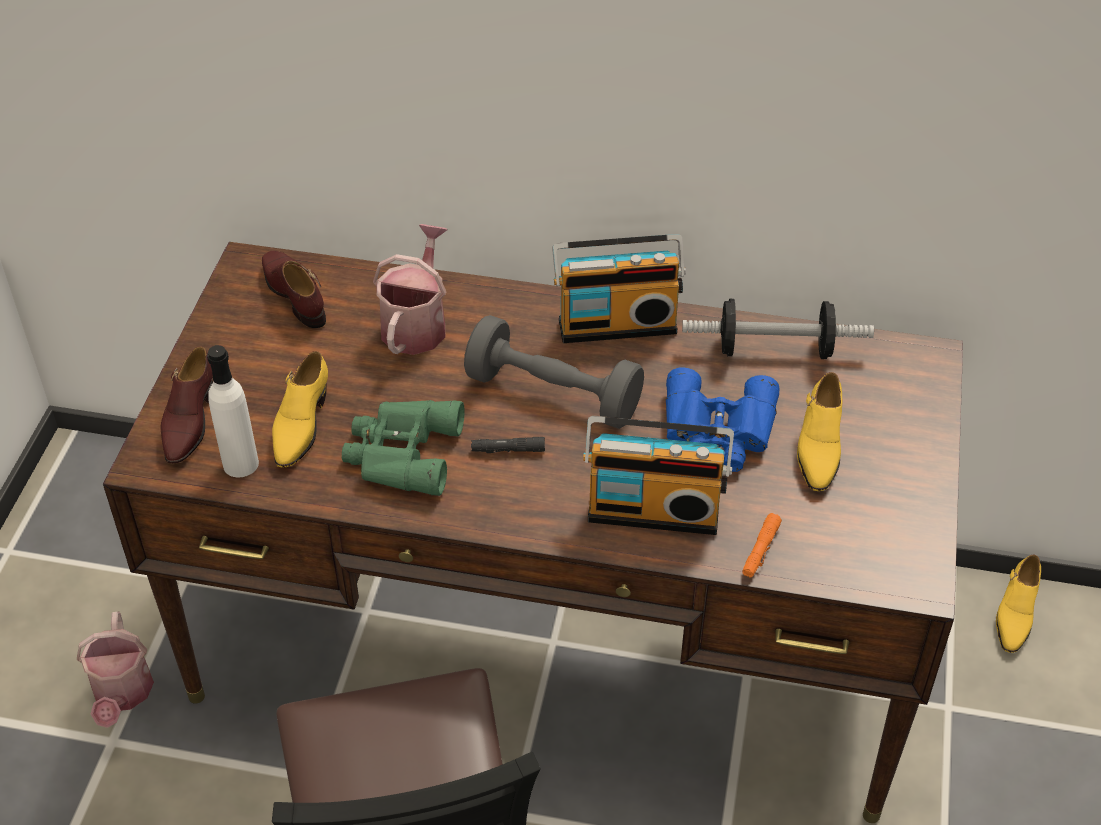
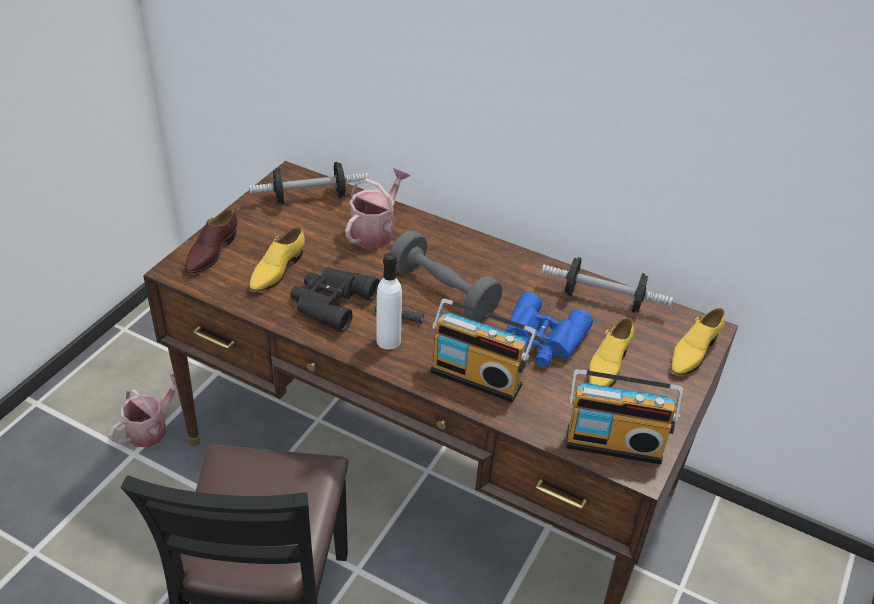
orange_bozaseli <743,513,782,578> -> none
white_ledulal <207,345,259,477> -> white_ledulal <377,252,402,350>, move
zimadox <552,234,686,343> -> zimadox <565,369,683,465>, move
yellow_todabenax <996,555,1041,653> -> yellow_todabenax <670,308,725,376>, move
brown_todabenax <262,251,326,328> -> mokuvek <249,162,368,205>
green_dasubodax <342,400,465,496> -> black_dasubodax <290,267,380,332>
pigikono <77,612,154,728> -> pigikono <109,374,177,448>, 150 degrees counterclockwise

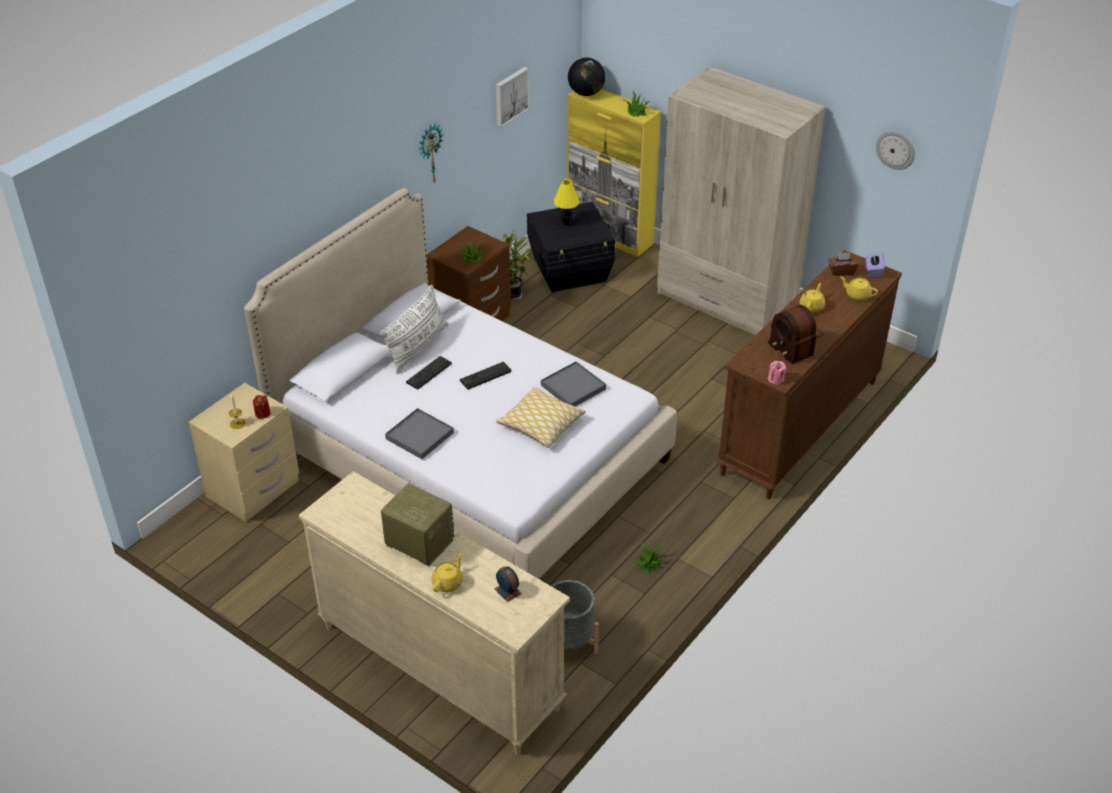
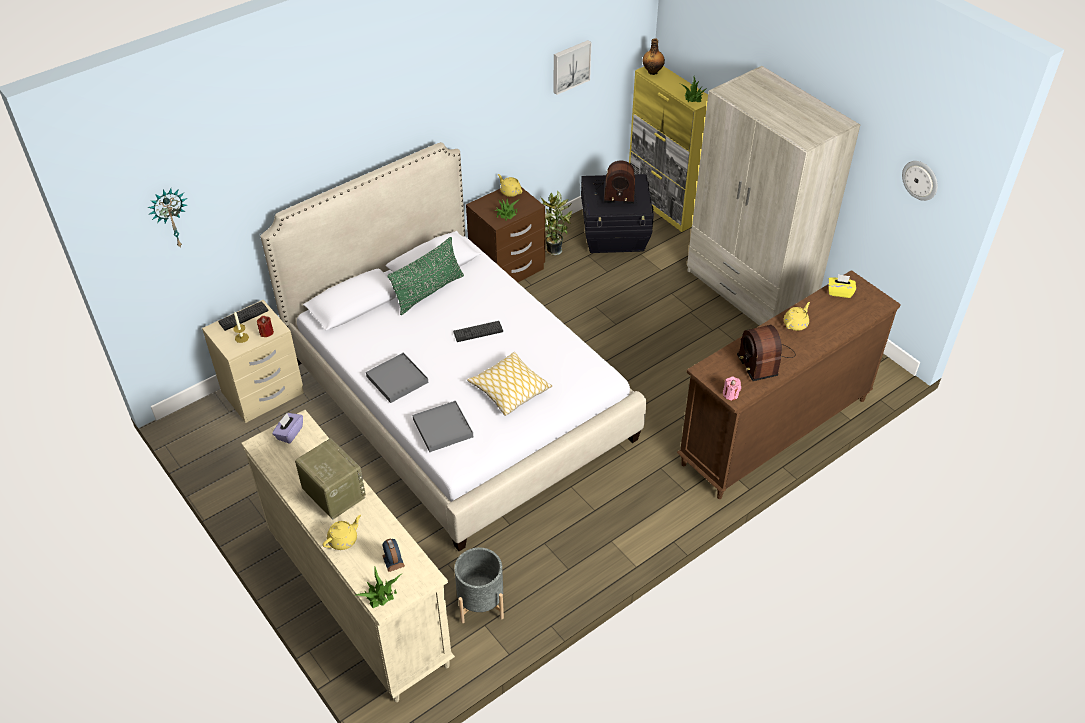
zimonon <406,356,452,389> -> zimonon <218,301,269,331>, move
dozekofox <419,123,444,183> -> dozekofox <148,189,187,248>, move
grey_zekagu <541,361,606,407> -> grey_zekagu <413,401,473,452>, move
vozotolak <634,540,666,574> -> vozotolak <354,567,403,608>, move
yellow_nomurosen <840,277,878,301> -> yellow_nomurosen <498,174,522,197>, move
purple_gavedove <866,253,885,278> -> purple_gavedove <272,413,303,444>, move
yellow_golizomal <554,179,580,226> -> zimadox <594,161,635,204>
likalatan <568,58,605,96> -> ledulal <643,38,665,75>
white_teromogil <380,285,449,374> -> green_teromogil <387,237,464,315>
brown_gavedove <829,253,859,276> -> yellow_gavedove <828,274,856,298>

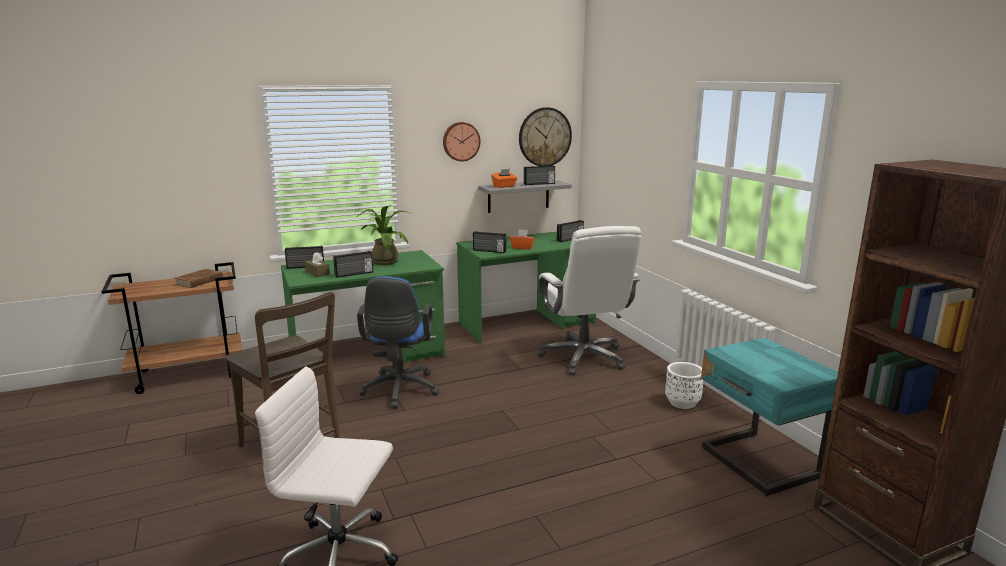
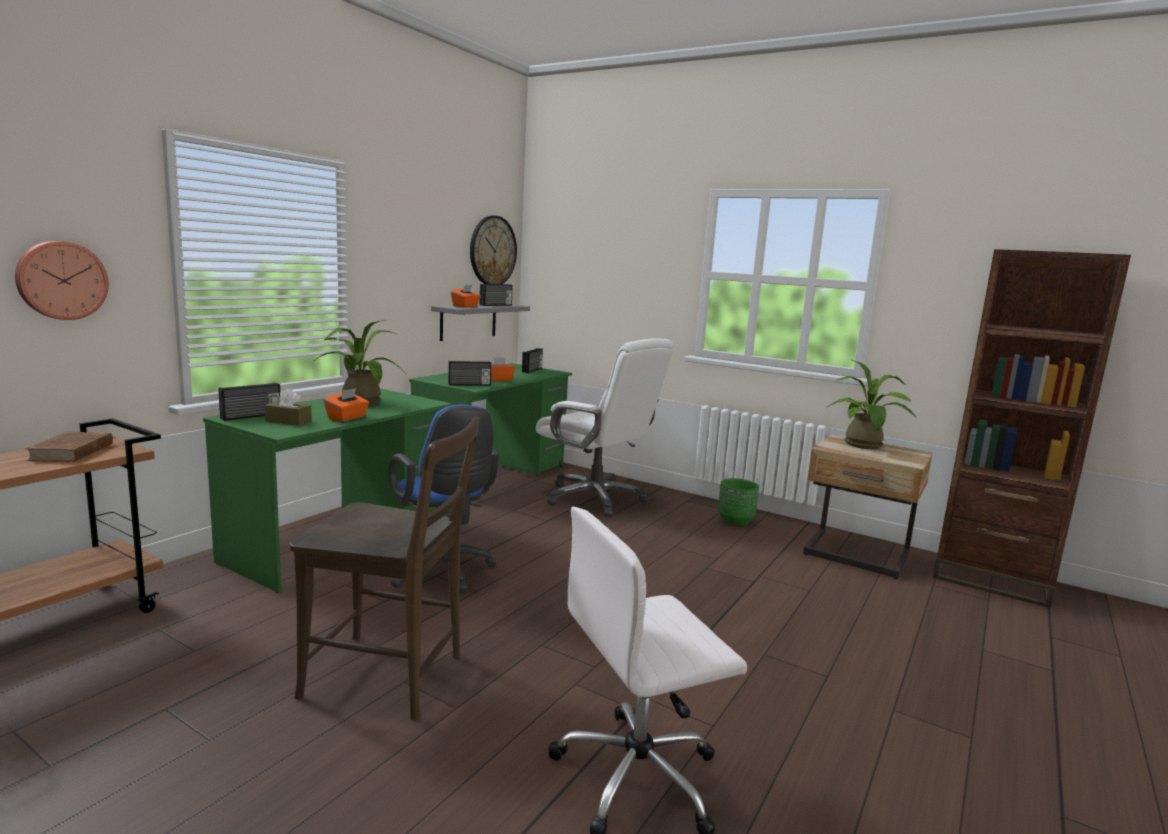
none -> vozotolak <826,360,917,449>
dozekofox <443,122,481,162> -> dozekofox <15,241,109,320>, move
zimadox <333,251,373,278> -> orange_gavedove <324,388,369,422>
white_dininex <665,362,704,409> -> green_dininex <718,478,759,526>
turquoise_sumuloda <701,338,838,497> -> beige_sumuloda <803,435,933,579>

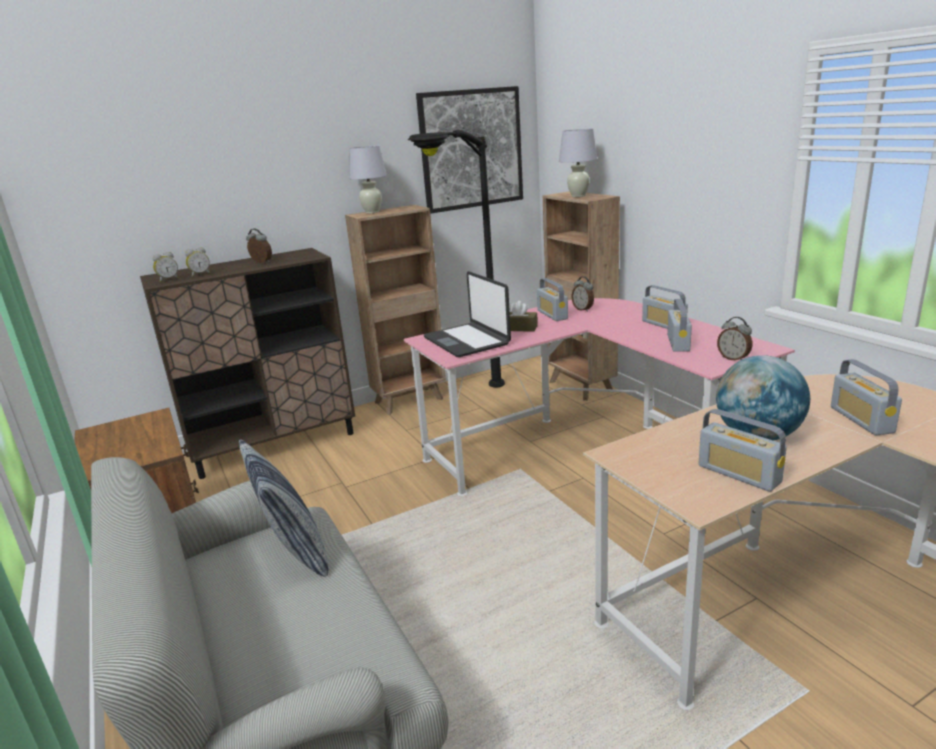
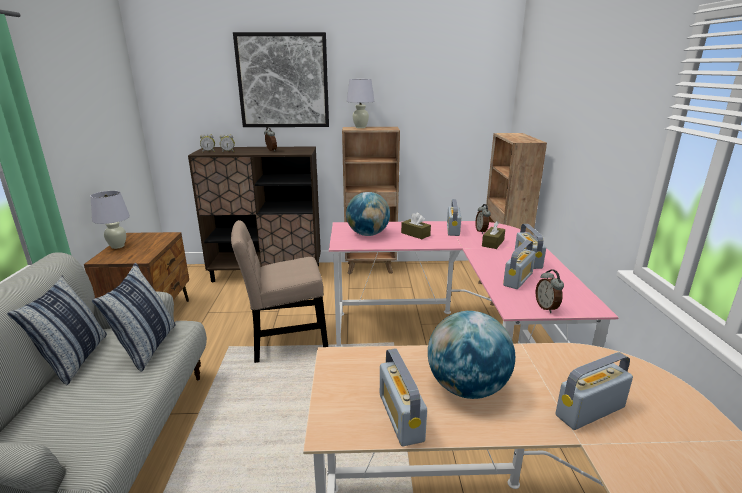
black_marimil <408,130,505,388> -> none
none -> teromogil <7,276,107,385>
none -> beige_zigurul <231,220,328,363>
none -> brown_gavedove <482,221,505,249>
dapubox <416,86,523,214> -> dapubox <233,32,329,127>, move
white_golizomal <559,129,597,197> -> white_golizomal <90,191,130,249>, move
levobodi <424,271,511,357> -> likalatan <346,192,390,236>
zimadox <831,359,902,436> -> zimadox <555,352,633,430>, 45 degrees clockwise

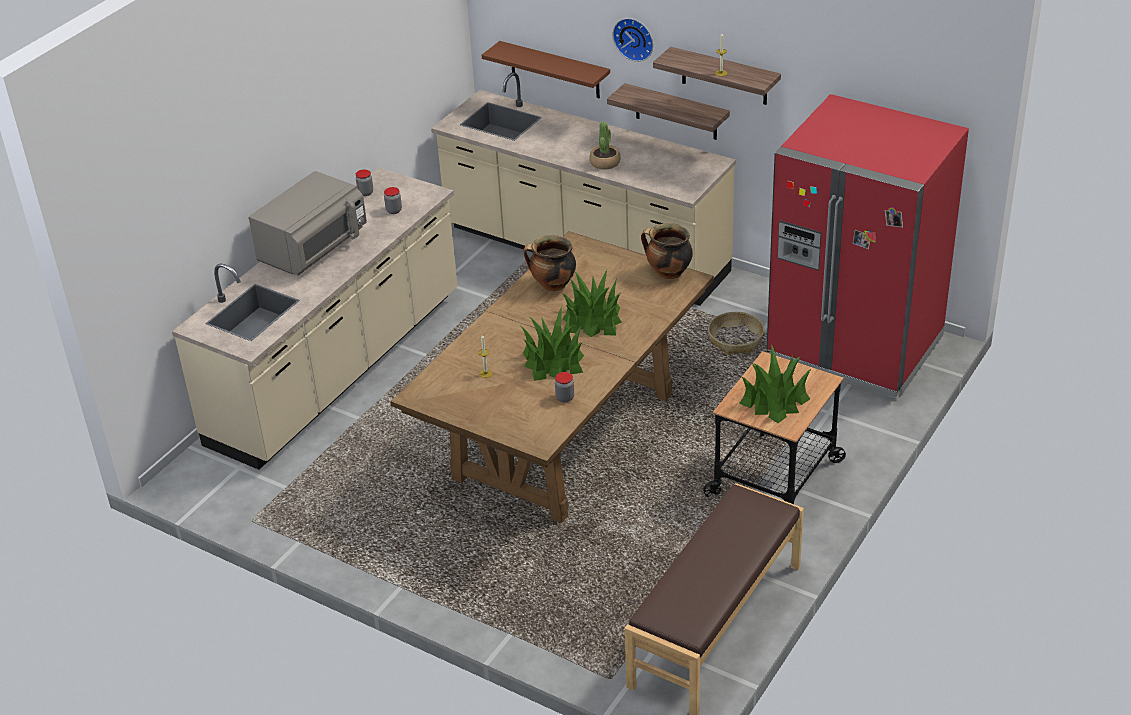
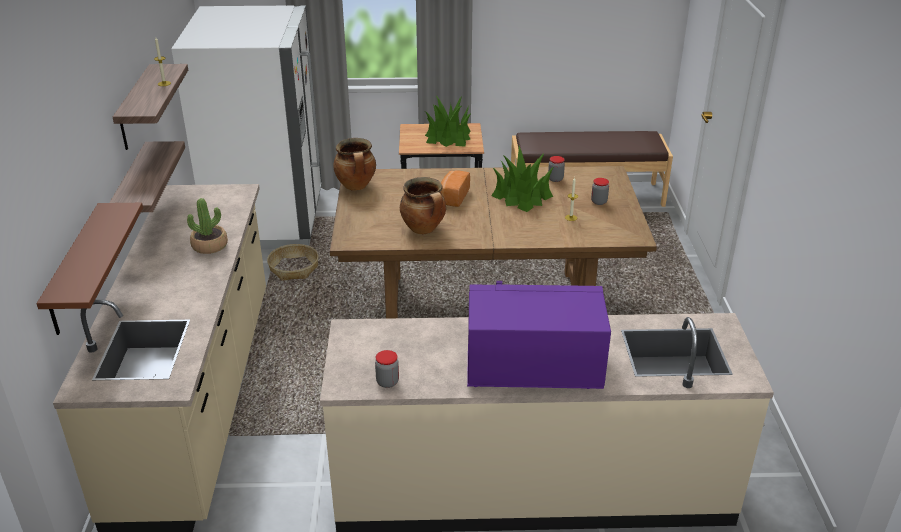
dozekofox <613,18,653,62> -> none
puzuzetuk <384,187,402,214> -> puzuzetuk <591,178,609,205>, move
vozotolak <562,270,622,338> -> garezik <441,171,470,207>
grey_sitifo <249,171,367,275> -> purple_sitifo <467,281,611,389>
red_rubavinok <767,94,969,399> -> white_rubavinok <171,5,322,249>

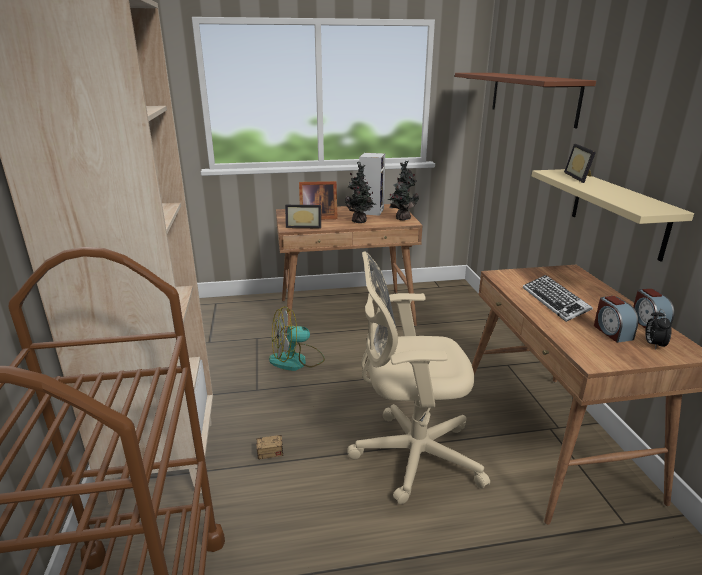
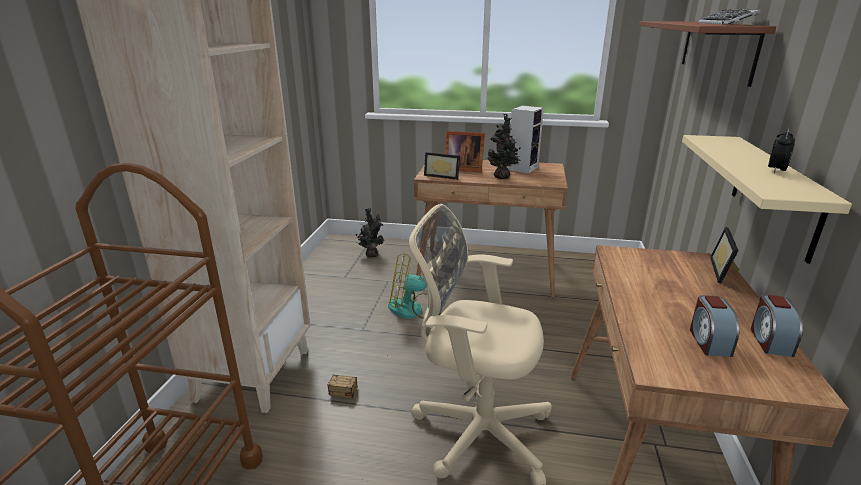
vozotolak <388,161,419,221> -> vozotolak <356,208,385,257>, move
zimonon <523,275,593,322> -> zimonon <698,9,761,25>, move
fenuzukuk <564,144,596,183> -> fenuzukuk <710,227,739,284>, move
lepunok <645,309,672,350> -> lepunok <768,127,795,173>, move

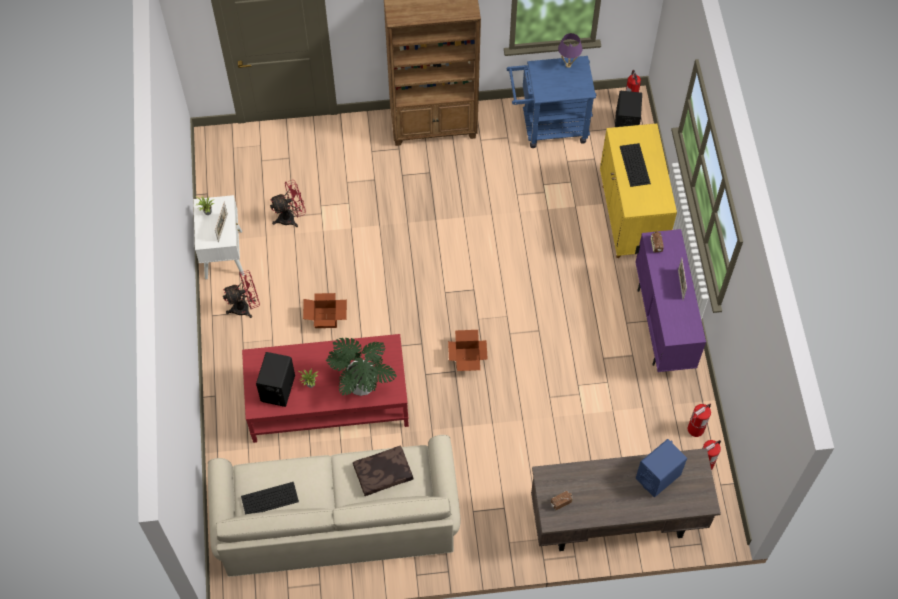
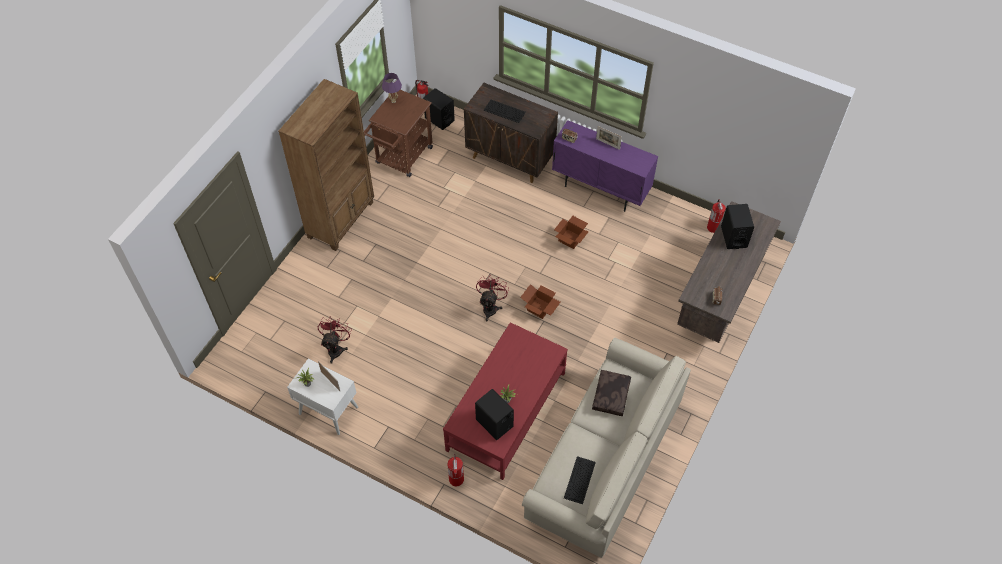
vozotolak <326,338,397,396> -> none
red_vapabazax <223,270,260,318> -> red_vapabazax <476,275,509,321>, move
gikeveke <303,293,347,328> -> gikeveke <554,216,589,249>, move
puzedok <688,404,711,437> -> puzedok <447,454,464,487>, move
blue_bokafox <506,56,597,148> -> brown_bokafox <364,90,433,177>
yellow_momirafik <600,123,677,258> -> brown_momirafik <464,83,558,183>
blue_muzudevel <636,439,687,497> -> black_muzudevel <721,204,754,249>

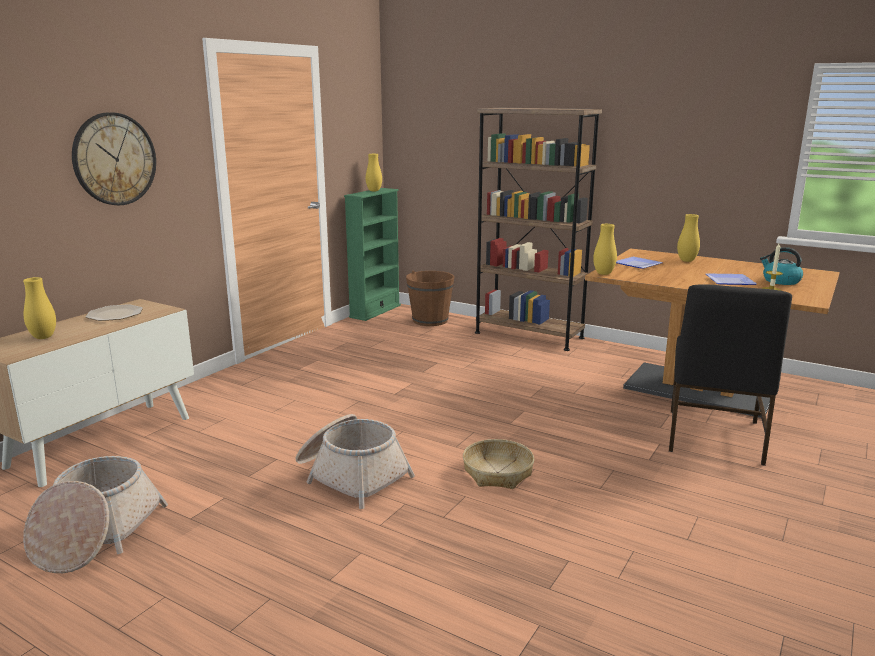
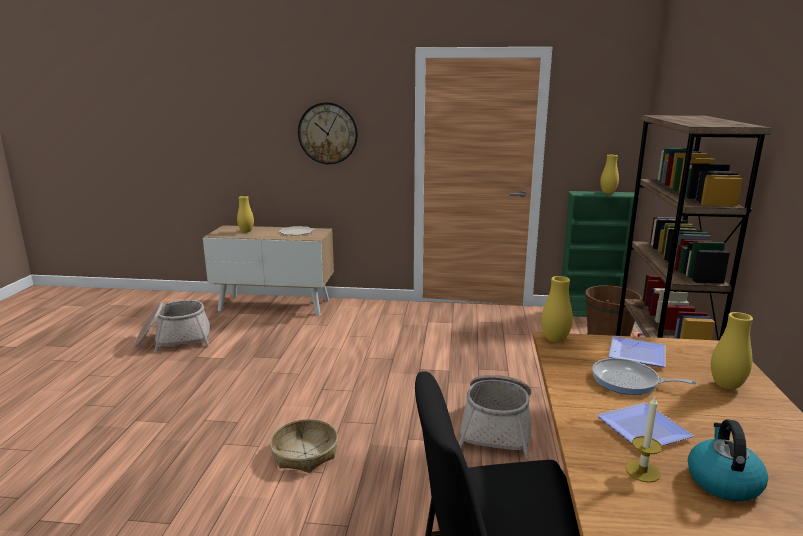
none -> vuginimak <592,358,696,395>
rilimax <296,414,415,509> -> rilimax <459,375,532,458>, move

